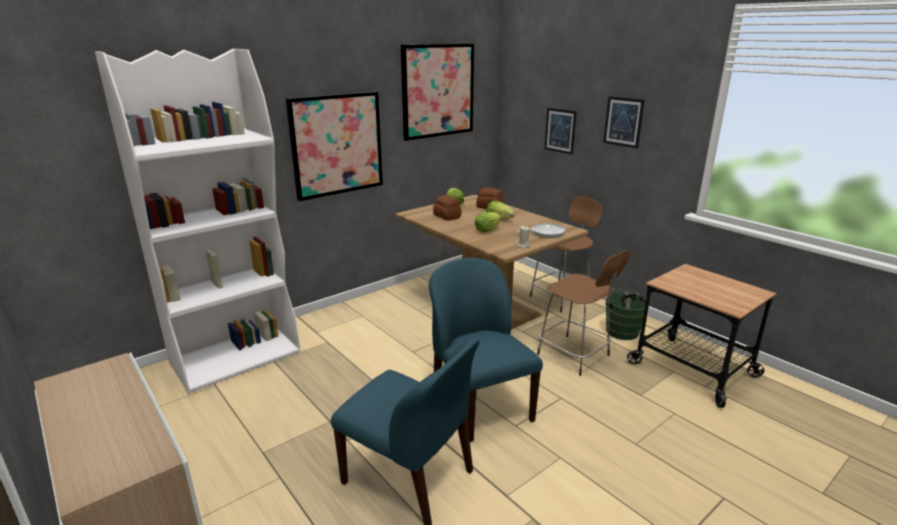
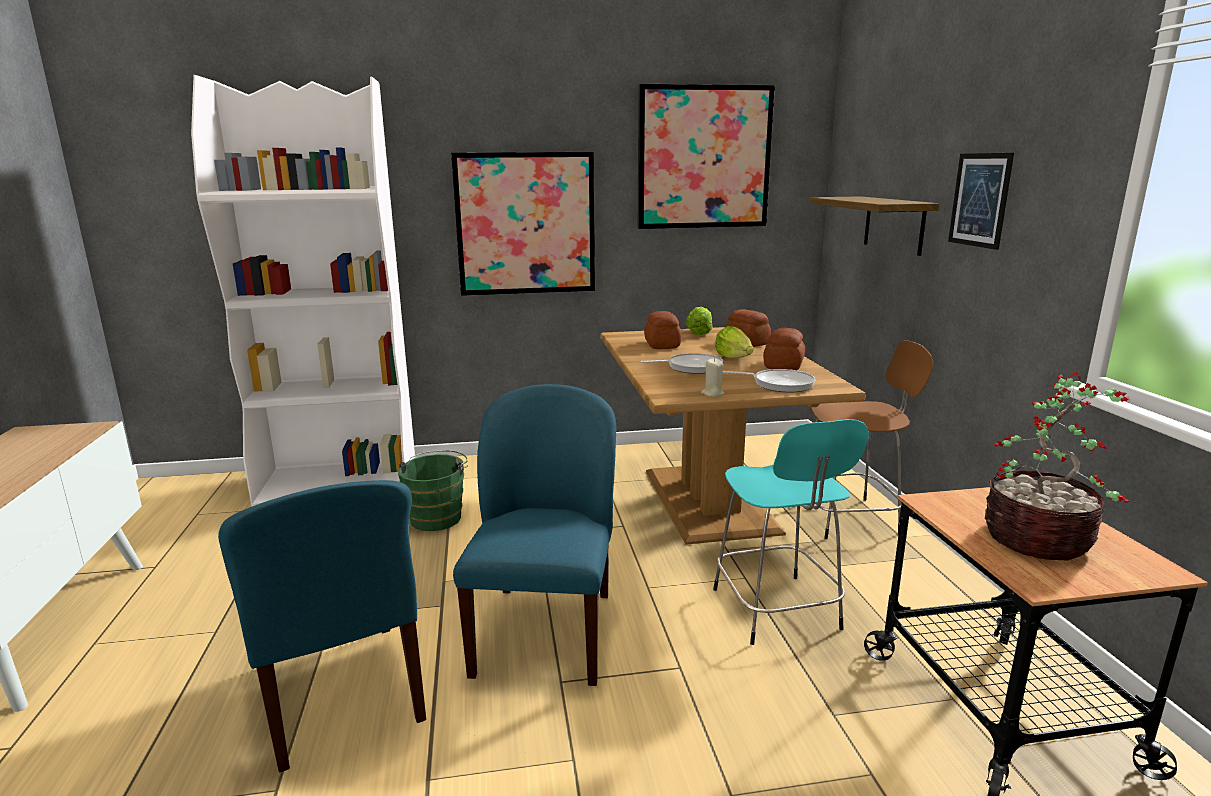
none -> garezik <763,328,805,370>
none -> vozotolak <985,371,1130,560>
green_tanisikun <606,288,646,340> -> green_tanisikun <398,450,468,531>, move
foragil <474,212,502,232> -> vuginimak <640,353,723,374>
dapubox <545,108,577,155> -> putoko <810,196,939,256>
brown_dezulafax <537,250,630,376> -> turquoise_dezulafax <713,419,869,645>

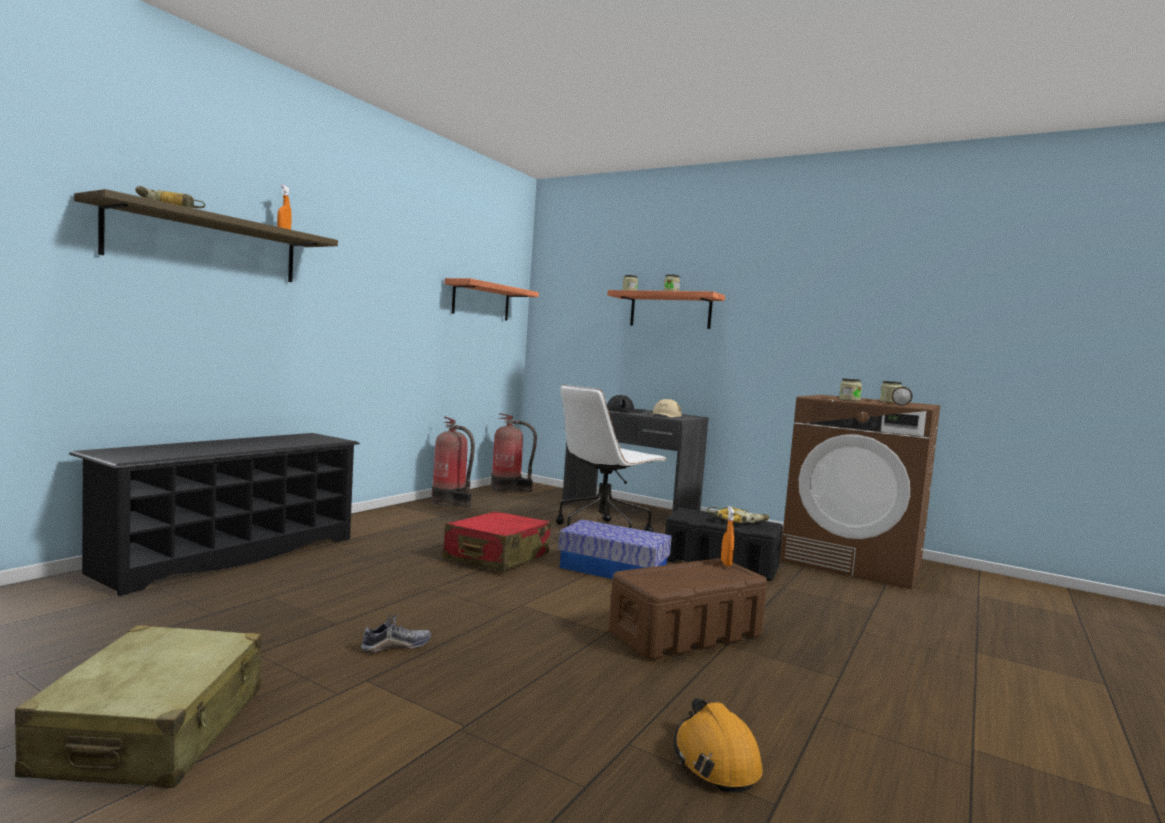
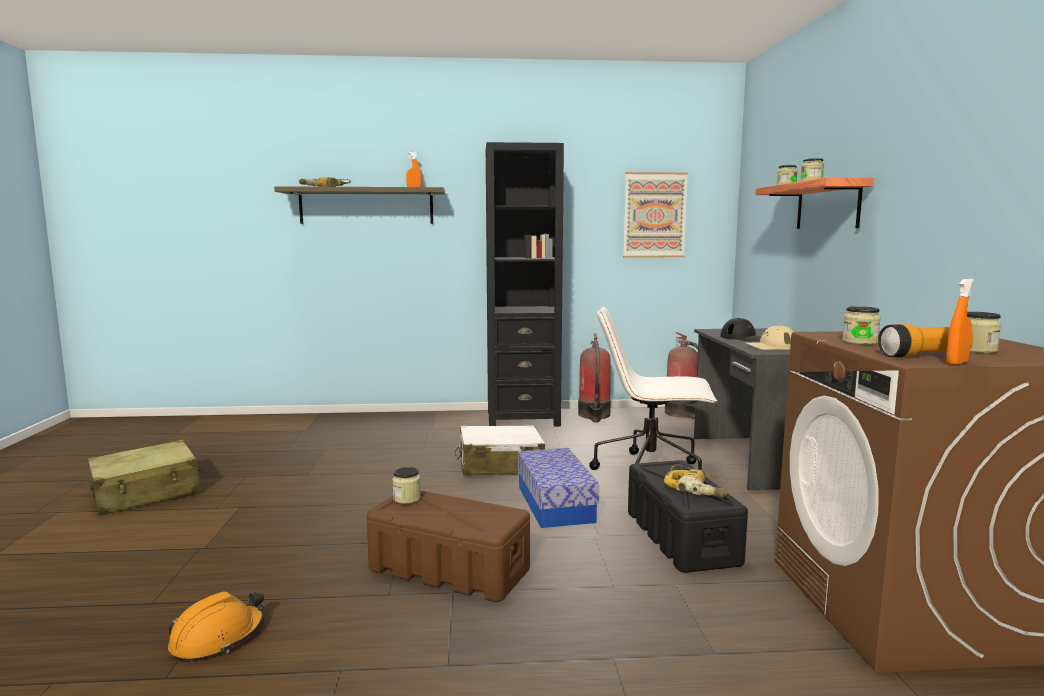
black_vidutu <69,433,360,596> -> none
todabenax <361,614,431,653> -> none
none -> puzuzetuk <393,467,421,504>
none -> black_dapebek <486,142,564,427>
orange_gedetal <721,506,734,566> -> orange_gedetal <946,278,974,365>, move
putoko <445,278,539,321> -> dapubox <623,172,688,257>
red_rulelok <443,511,551,572> -> white_rulelok <454,425,545,476>

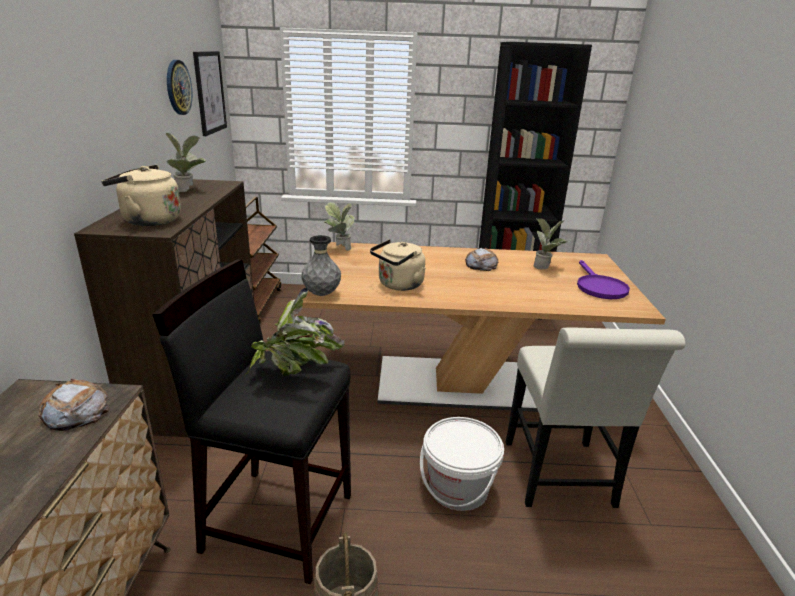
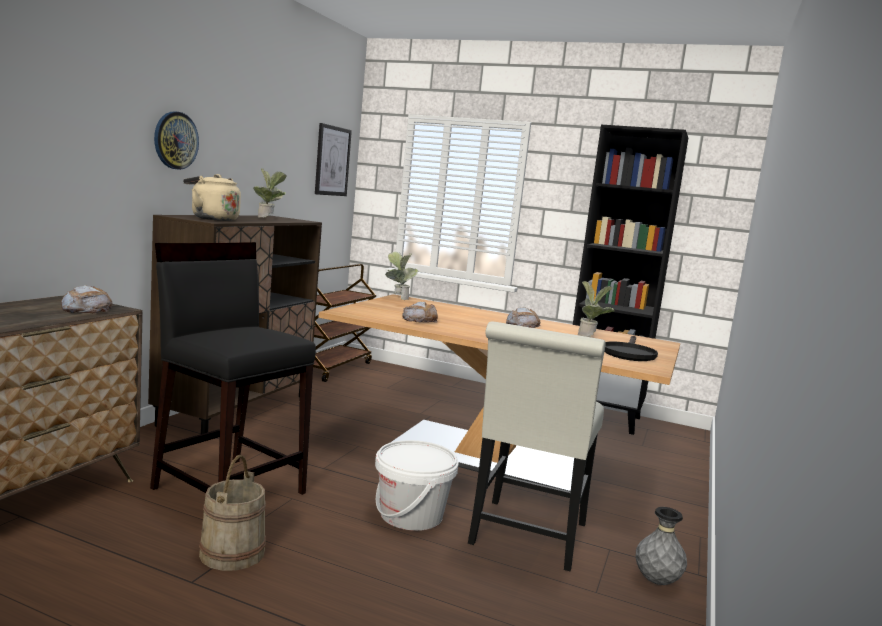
vozotolak <245,287,345,376> -> none
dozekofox <167,60,192,115> -> dozekofox <154,111,199,170>, move
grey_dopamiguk <301,235,341,296> -> grey_dopamiguk <636,507,687,585>, move
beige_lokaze <370,239,426,291> -> garezik <402,302,438,322>
purple_vuginimak <577,260,630,299> -> black_vuginimak <604,336,658,361>

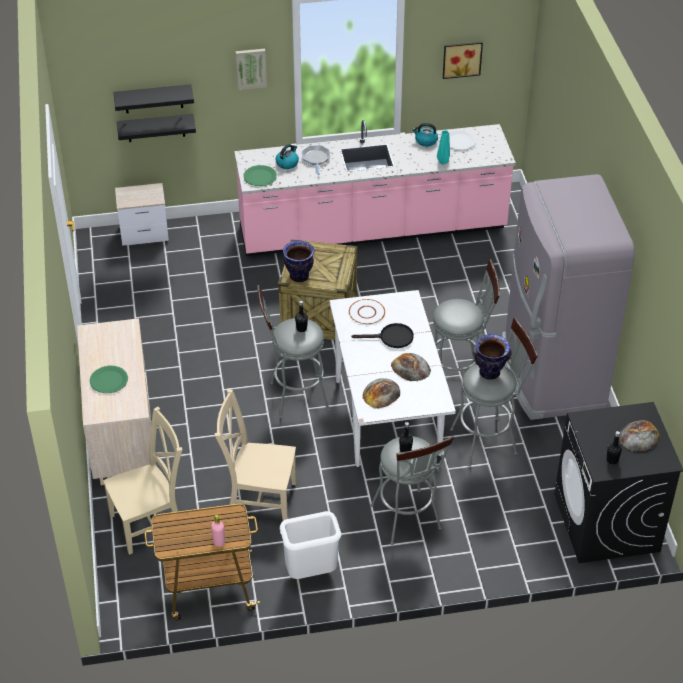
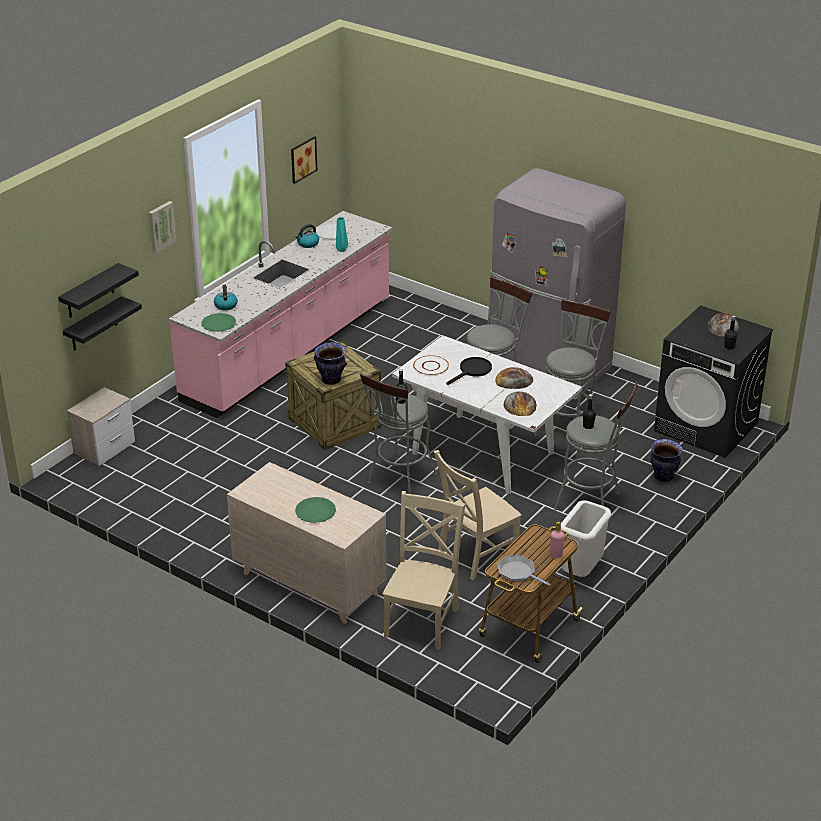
vuginimak <302,145,330,175> -> vuginimak <498,555,551,586>, move
dopamiguk <473,334,512,380> -> dopamiguk <650,439,683,482>, move

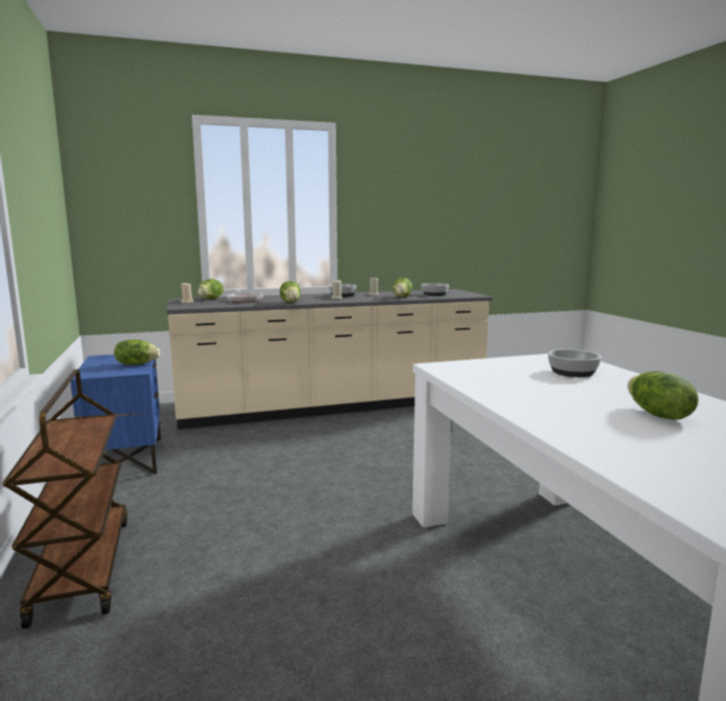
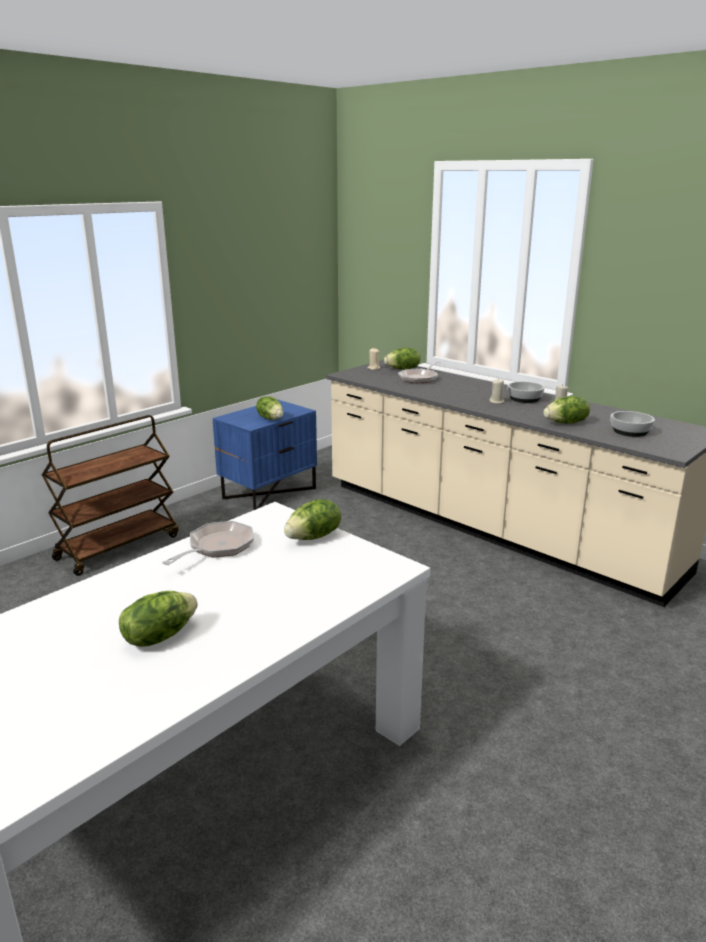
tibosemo <548,349,601,377> -> none
none -> vuginimak <162,521,254,565>
foragil <280,281,301,302> -> foragil <284,499,341,540>, move

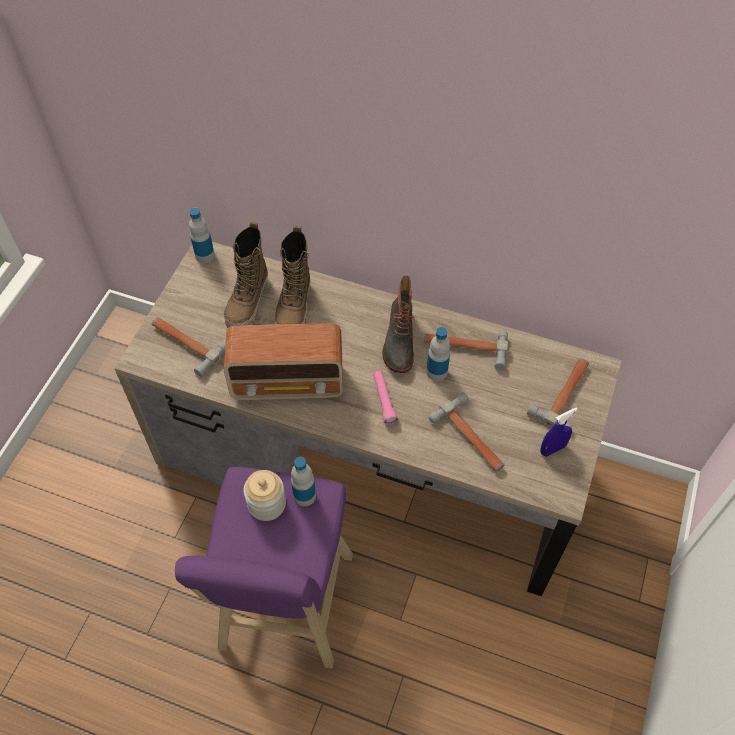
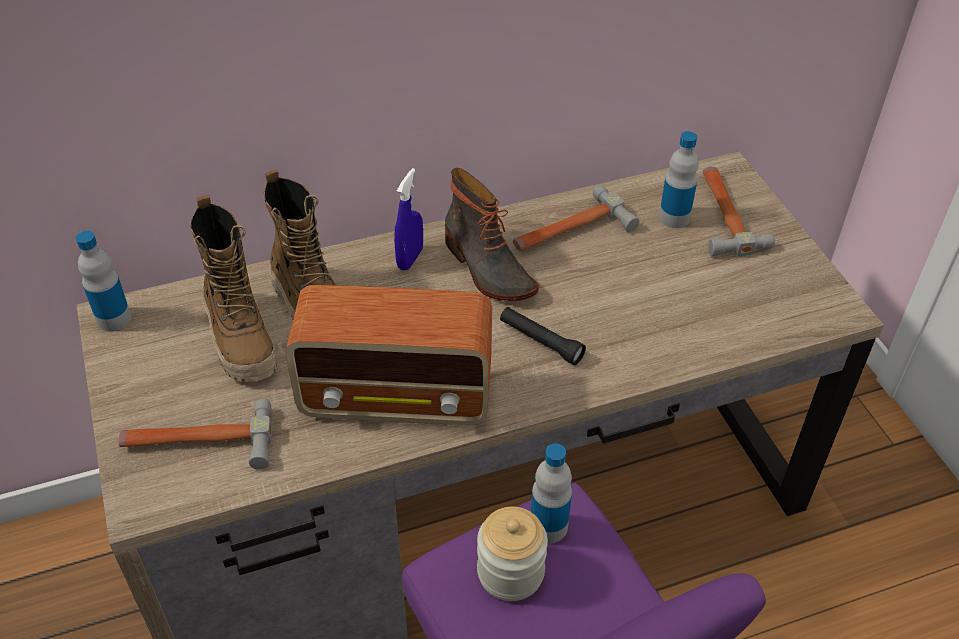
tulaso <429,392,504,472> -> none
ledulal <426,327,450,381> -> ledulal <659,131,699,228>, move
blue_gedetal <540,408,578,457> -> blue_gedetal <394,168,423,271>, move
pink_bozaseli <373,370,398,425> -> black_bozaseli <500,307,586,365>
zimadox <224,323,343,400> -> zimadox <286,285,492,425>, 45 degrees clockwise

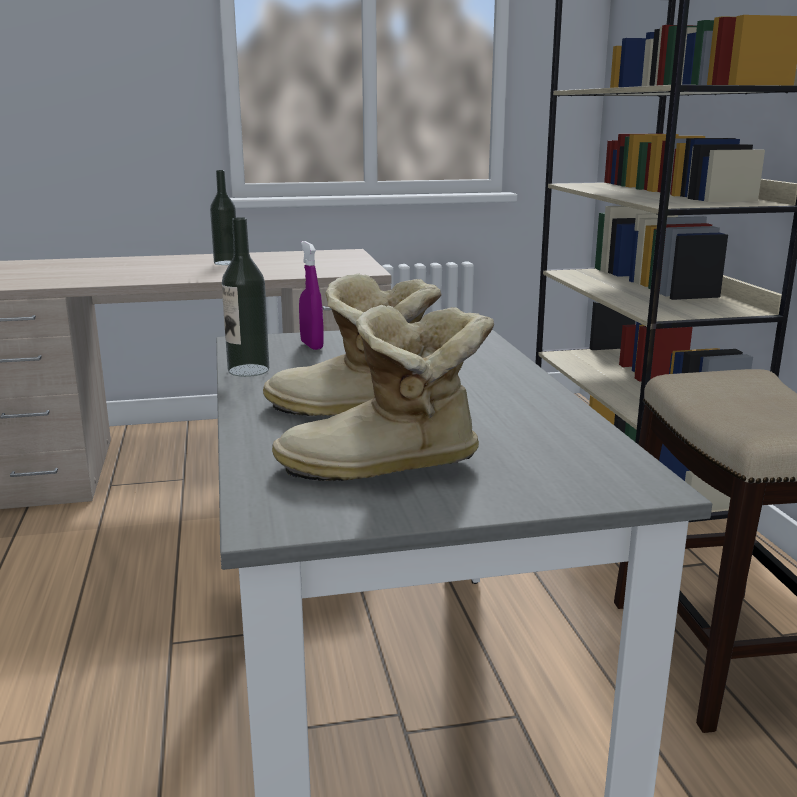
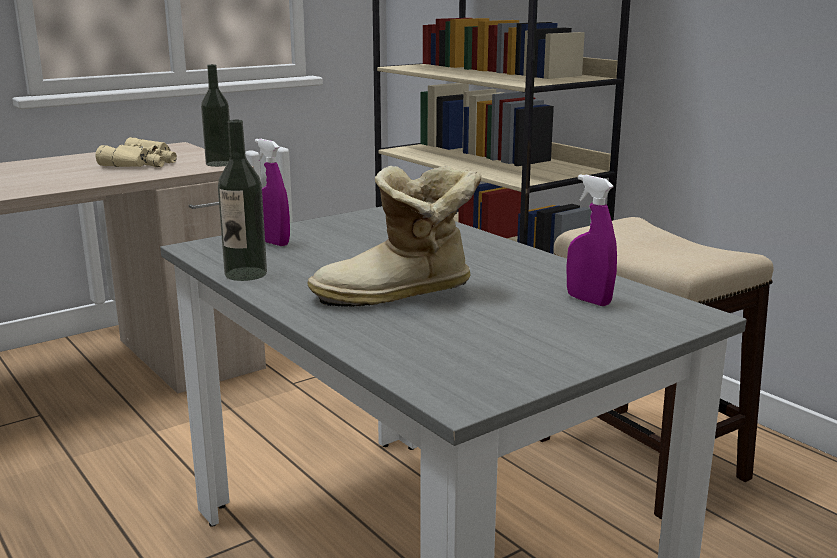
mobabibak <272,305,494,481> -> none
none -> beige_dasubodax <95,137,177,167>
none -> purple_gedetal <567,174,617,306>
ledulal <210,170,236,265> -> ledulal <201,64,230,167>, move

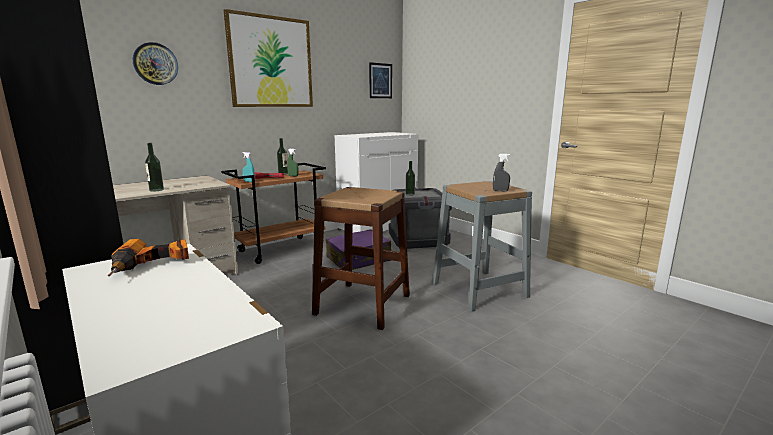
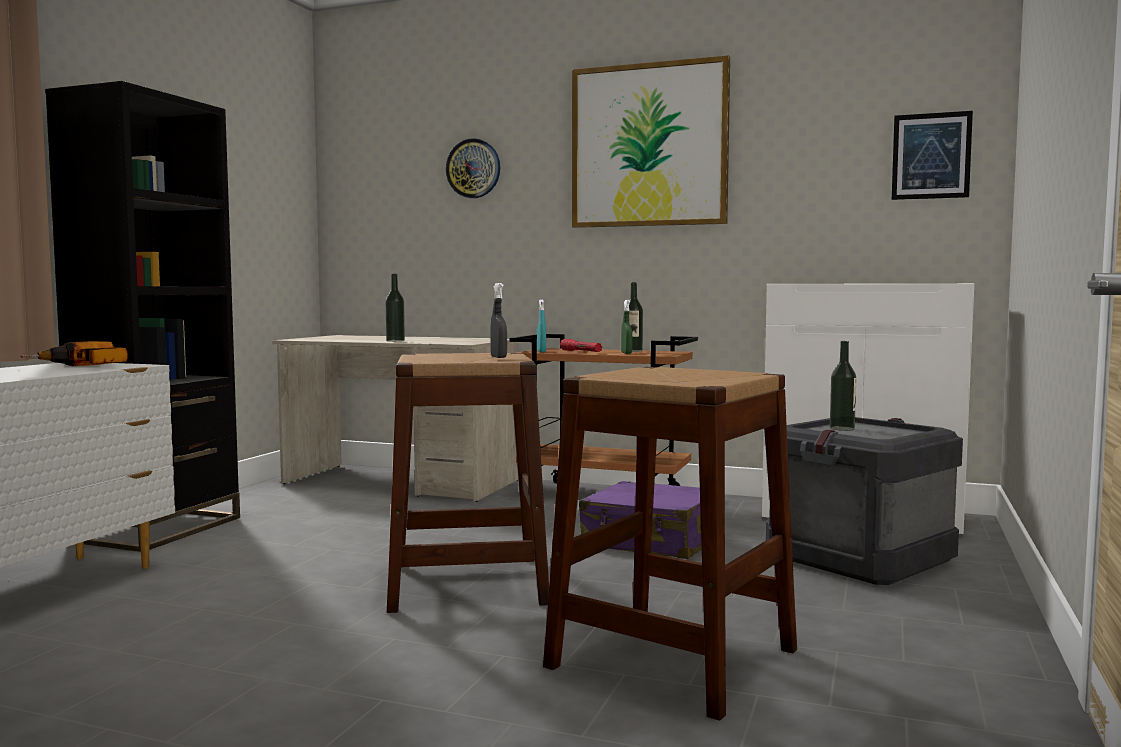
grey_gedetal <493,154,510,191> -> grey_gedetal <490,283,507,358>, move
grey_dezulafax <432,181,532,312> -> brown_dezulafax <543,367,797,721>

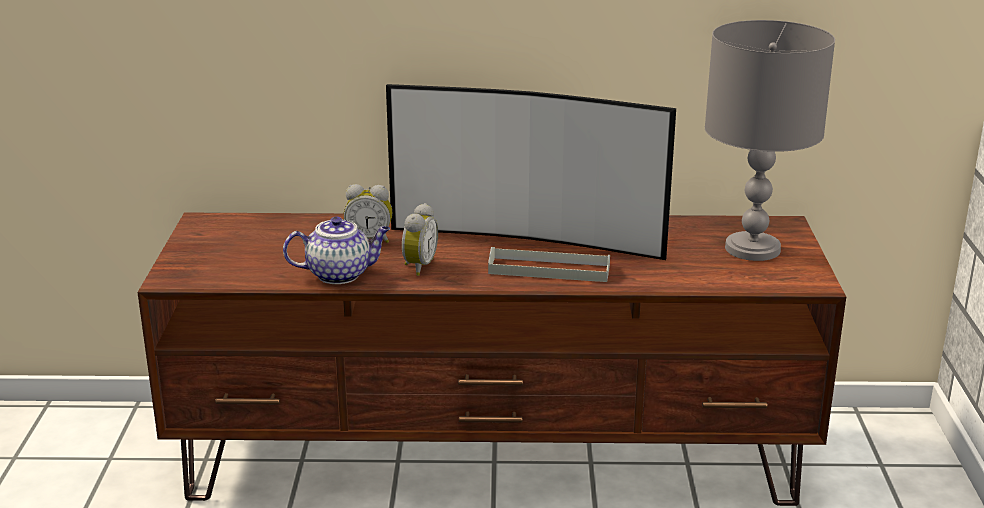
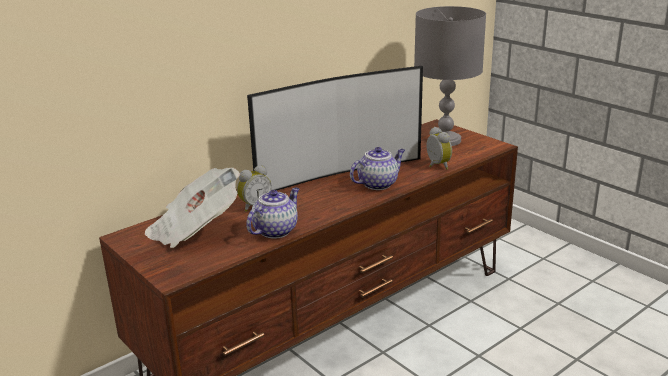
none -> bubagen <145,168,240,248>
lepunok <402,203,438,276> -> lepunok <426,127,452,169>, move
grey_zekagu <488,247,610,282> -> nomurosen <350,147,405,190>

